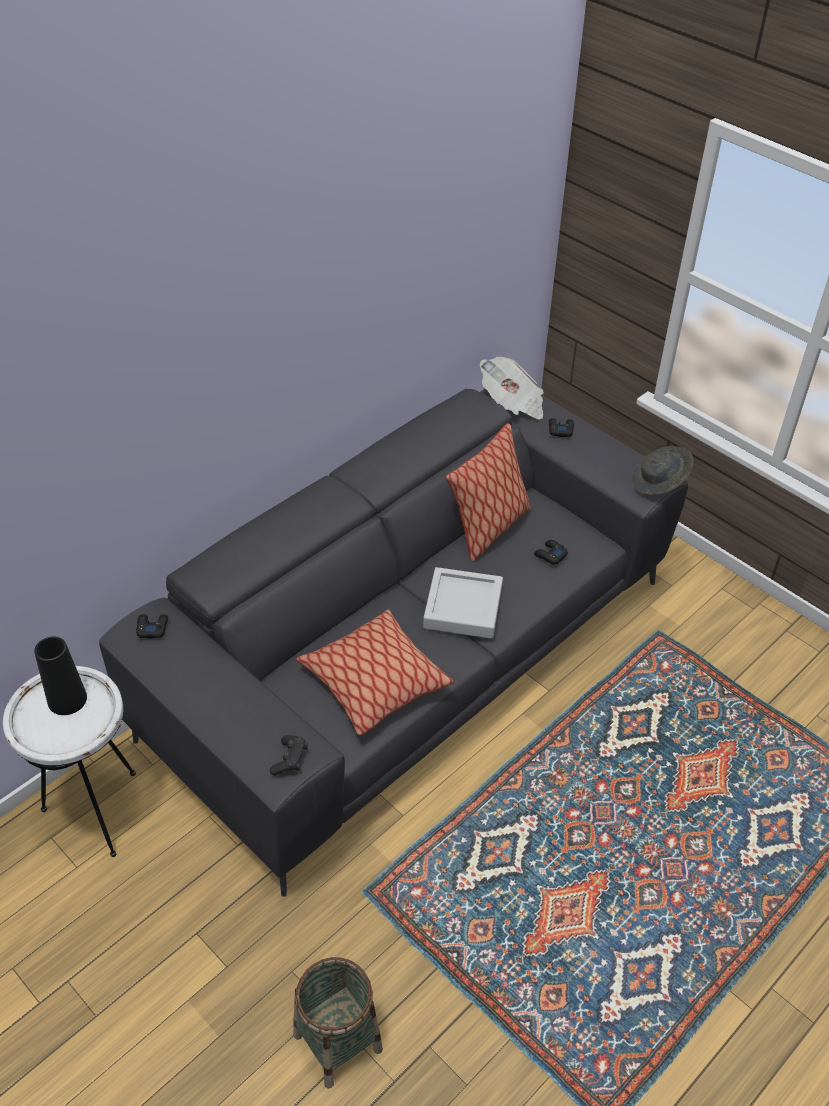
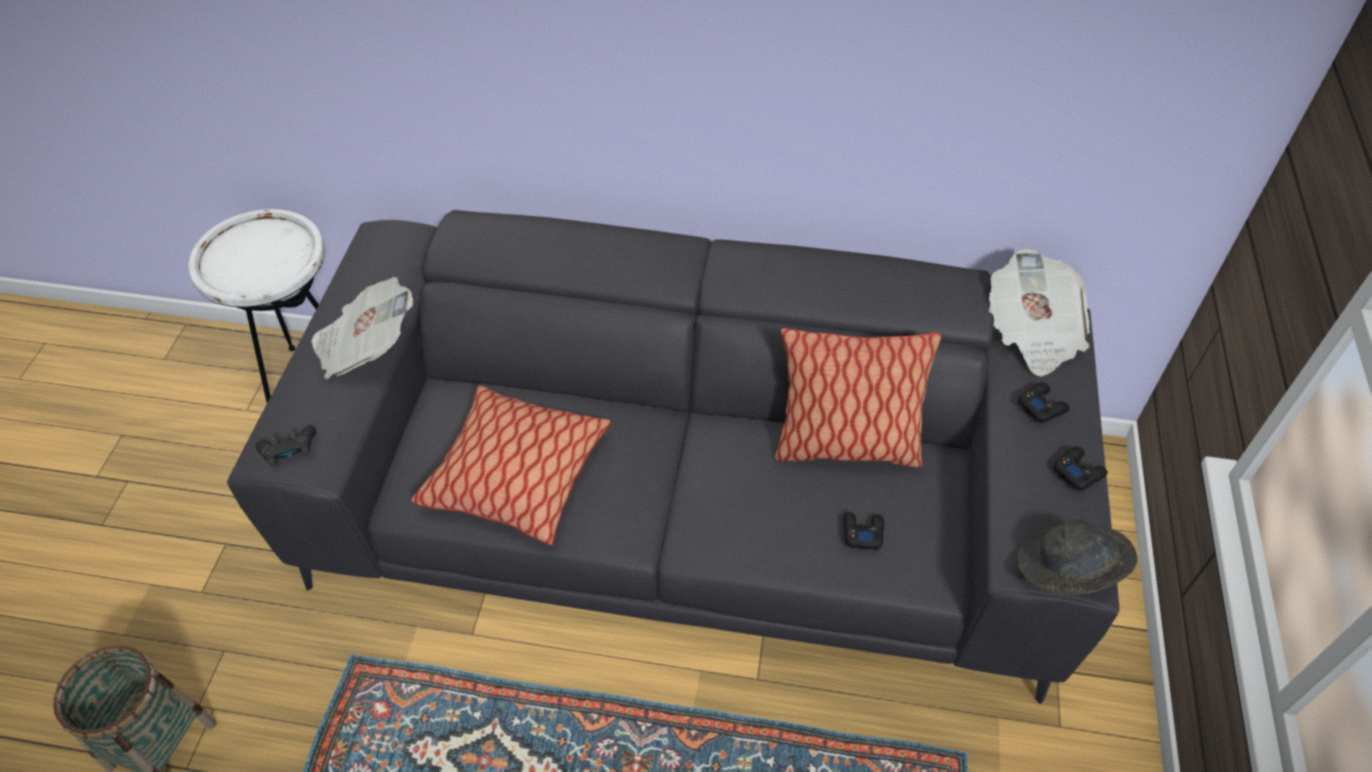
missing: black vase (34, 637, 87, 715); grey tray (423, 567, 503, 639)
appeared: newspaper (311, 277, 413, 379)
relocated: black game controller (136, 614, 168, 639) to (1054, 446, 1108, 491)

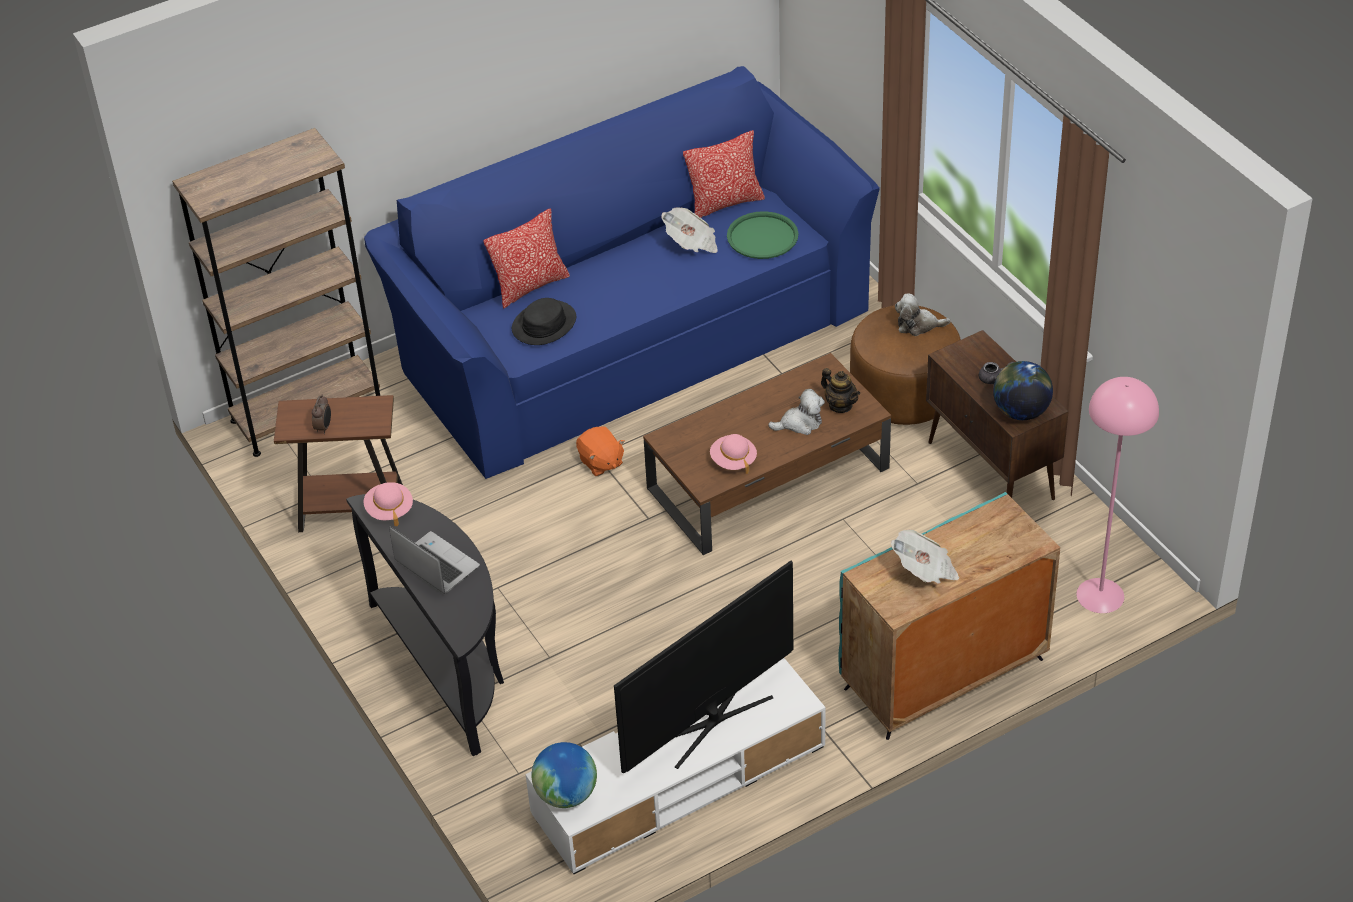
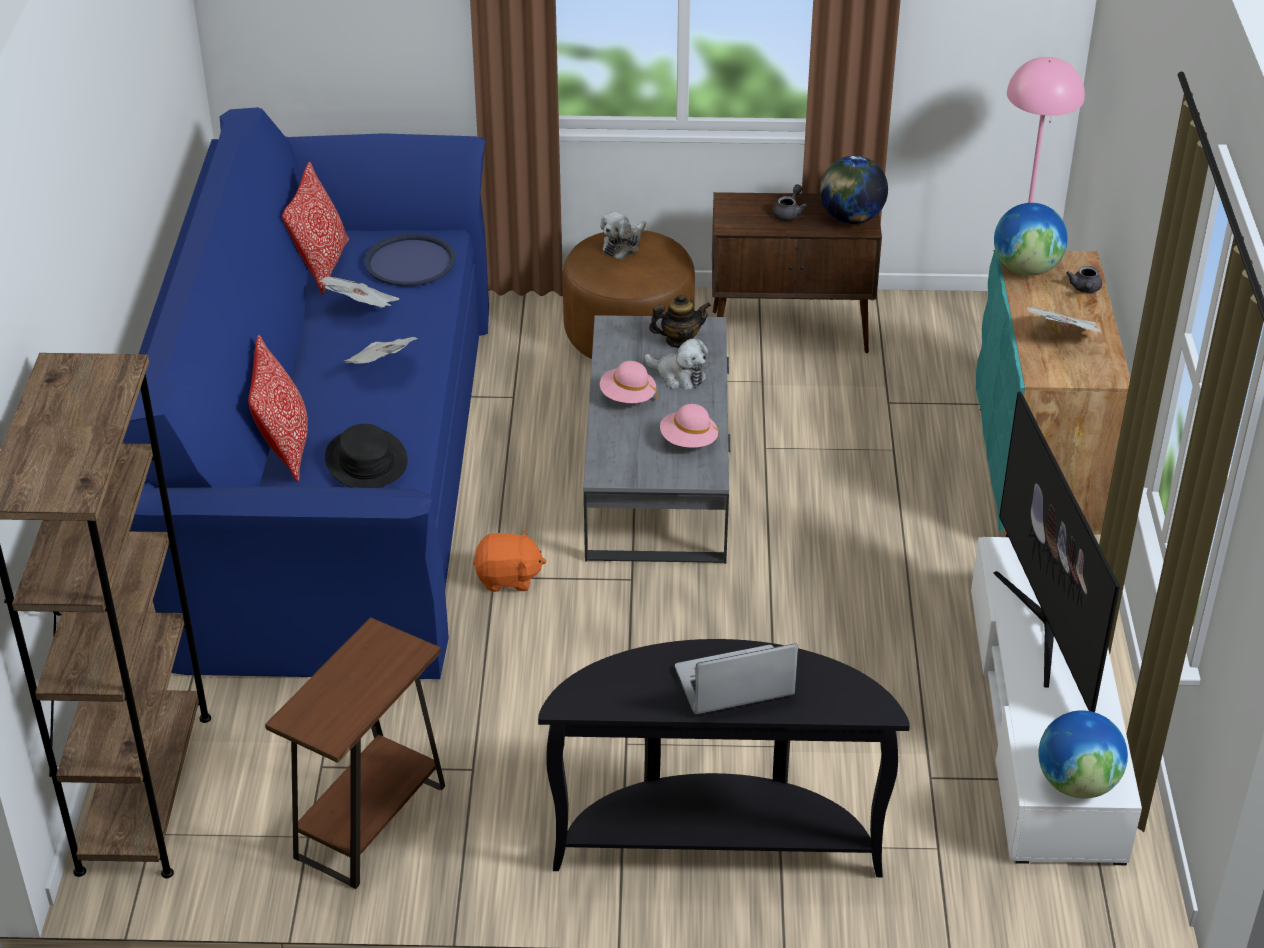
missing: alarm clock (312, 395, 331, 434)
appeared: newspaper (344, 337, 418, 364); globe (994, 203, 1068, 276); grey teapot (1066, 266, 1102, 293)
relocated: pink hat (363, 482, 413, 526) to (600, 361, 657, 403)
colour: brown coffee table (643, 353, 891, 555) to grey coffee table (584, 315, 730, 564); green tray (727, 211, 798, 259) to blue tray (364, 233, 456, 287)
spun: plush toy (768, 389, 825, 435) = (644, 338, 708, 390) 105 degrees clockwise

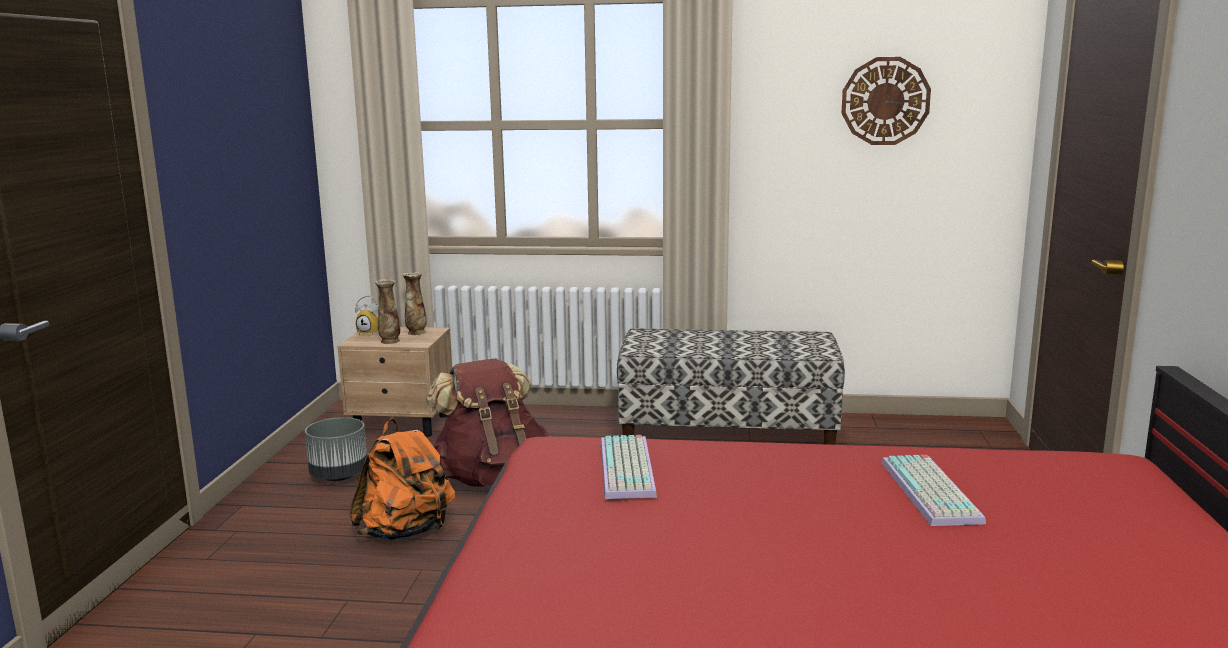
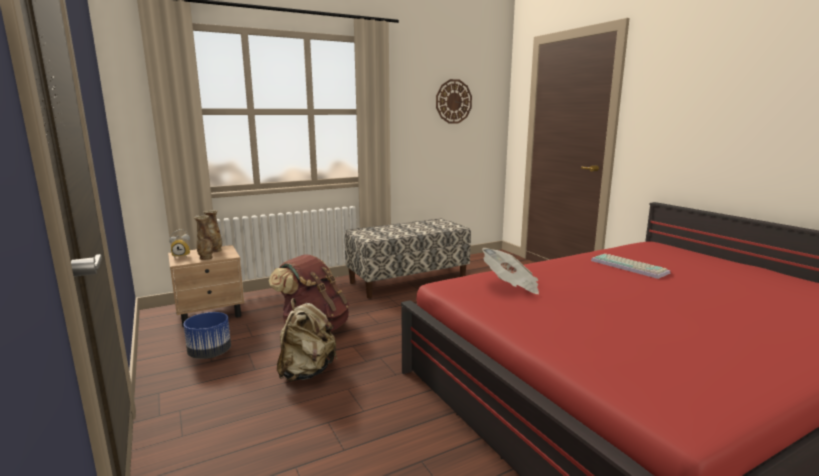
exchanged: keyboard (601, 435, 657, 499) to newspaper (482, 248, 539, 294)
colour: grey planter (305, 417, 367, 481) to blue planter (183, 312, 231, 359); orange backpack (349, 418, 455, 540) to beige backpack (277, 298, 337, 381)

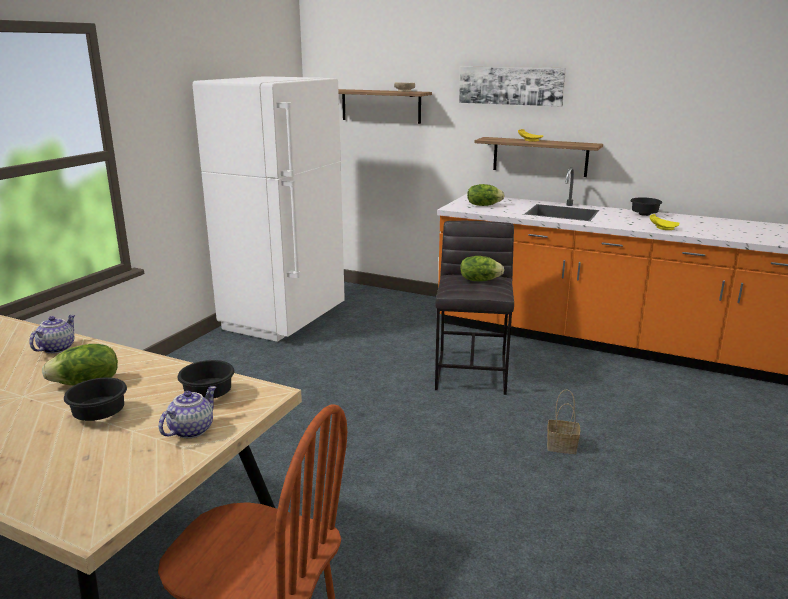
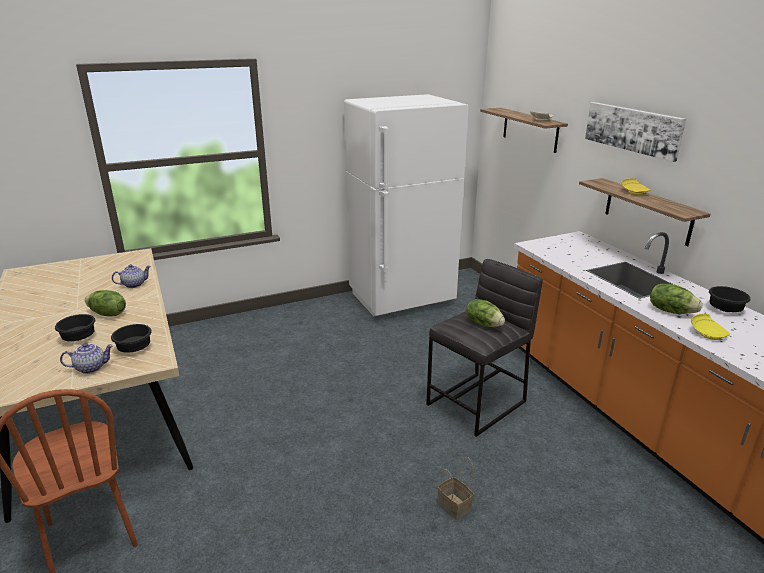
relocated: lettuce (467, 184, 504, 206) to (650, 284, 702, 314)

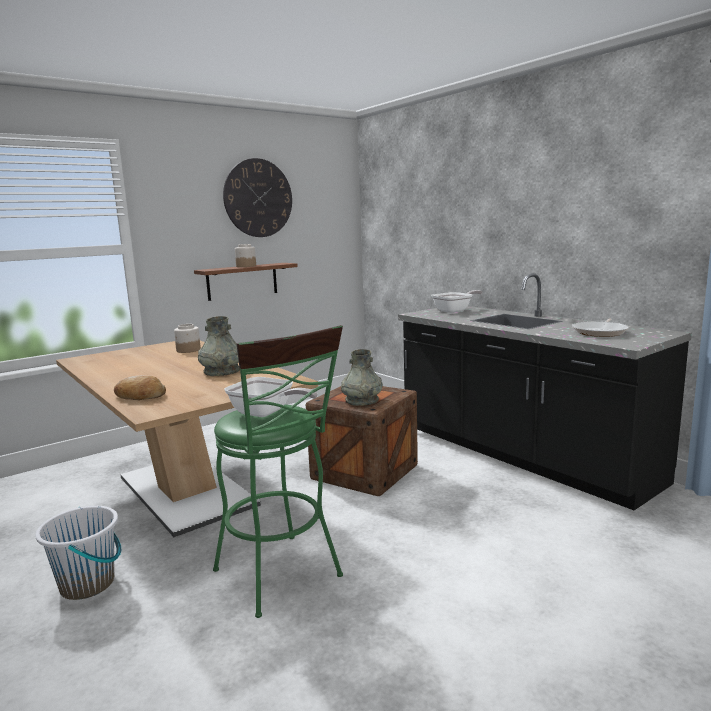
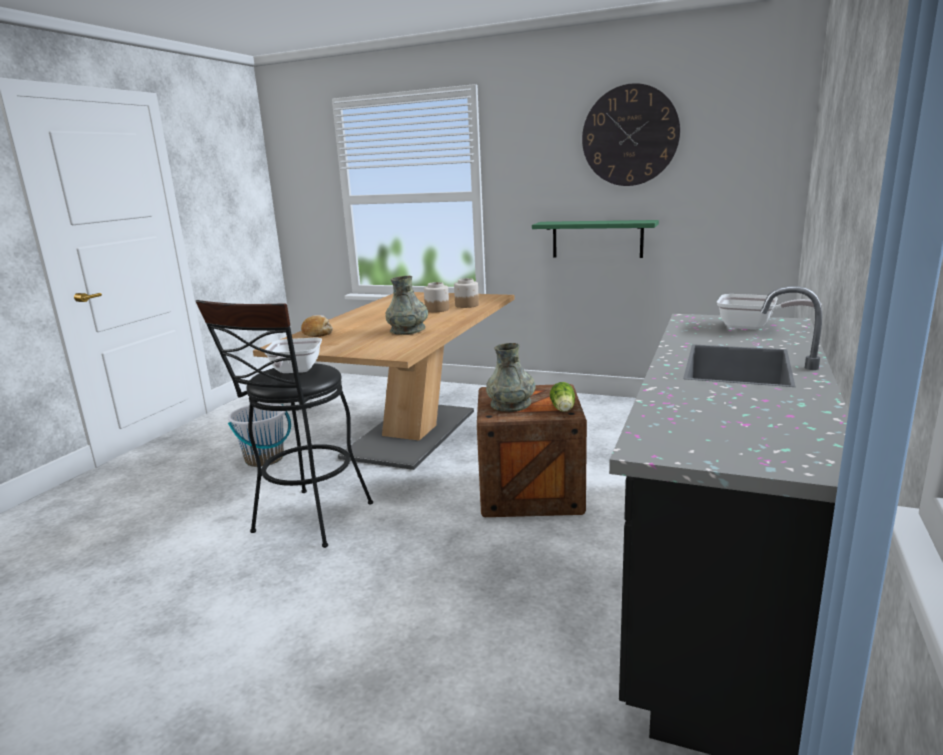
missing: frying pan (572, 318, 629, 337)
appeared: lettuce (550, 382, 575, 412)
relocated: jar (235, 244, 256, 267) to (424, 282, 449, 312)
colour: brown shelf (194, 263, 298, 301) to green shelf (532, 220, 659, 258); green stool (213, 325, 343, 618) to black stool (196, 300, 373, 548)

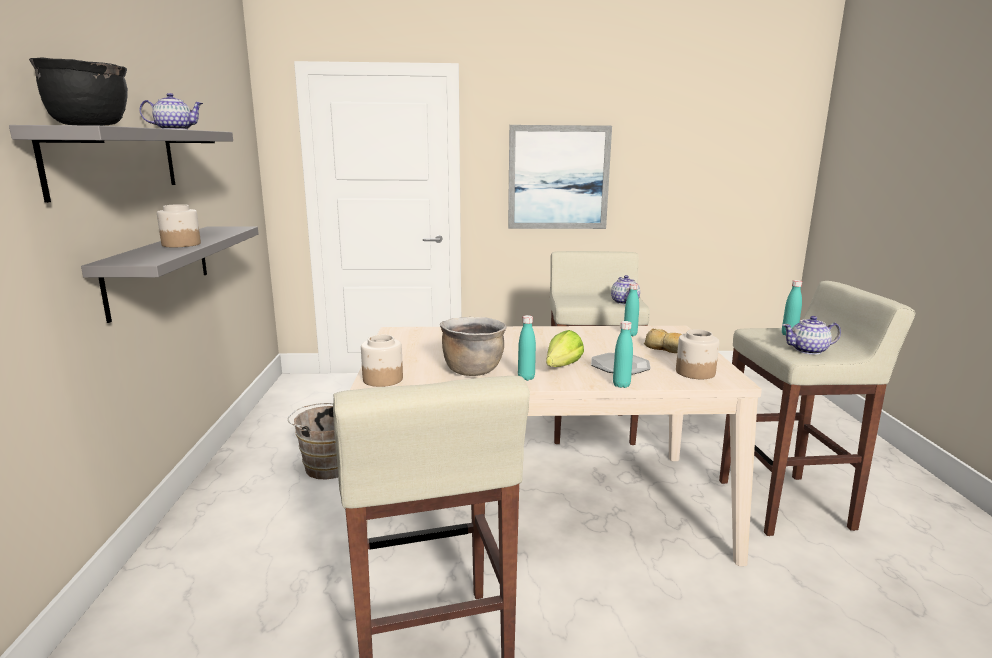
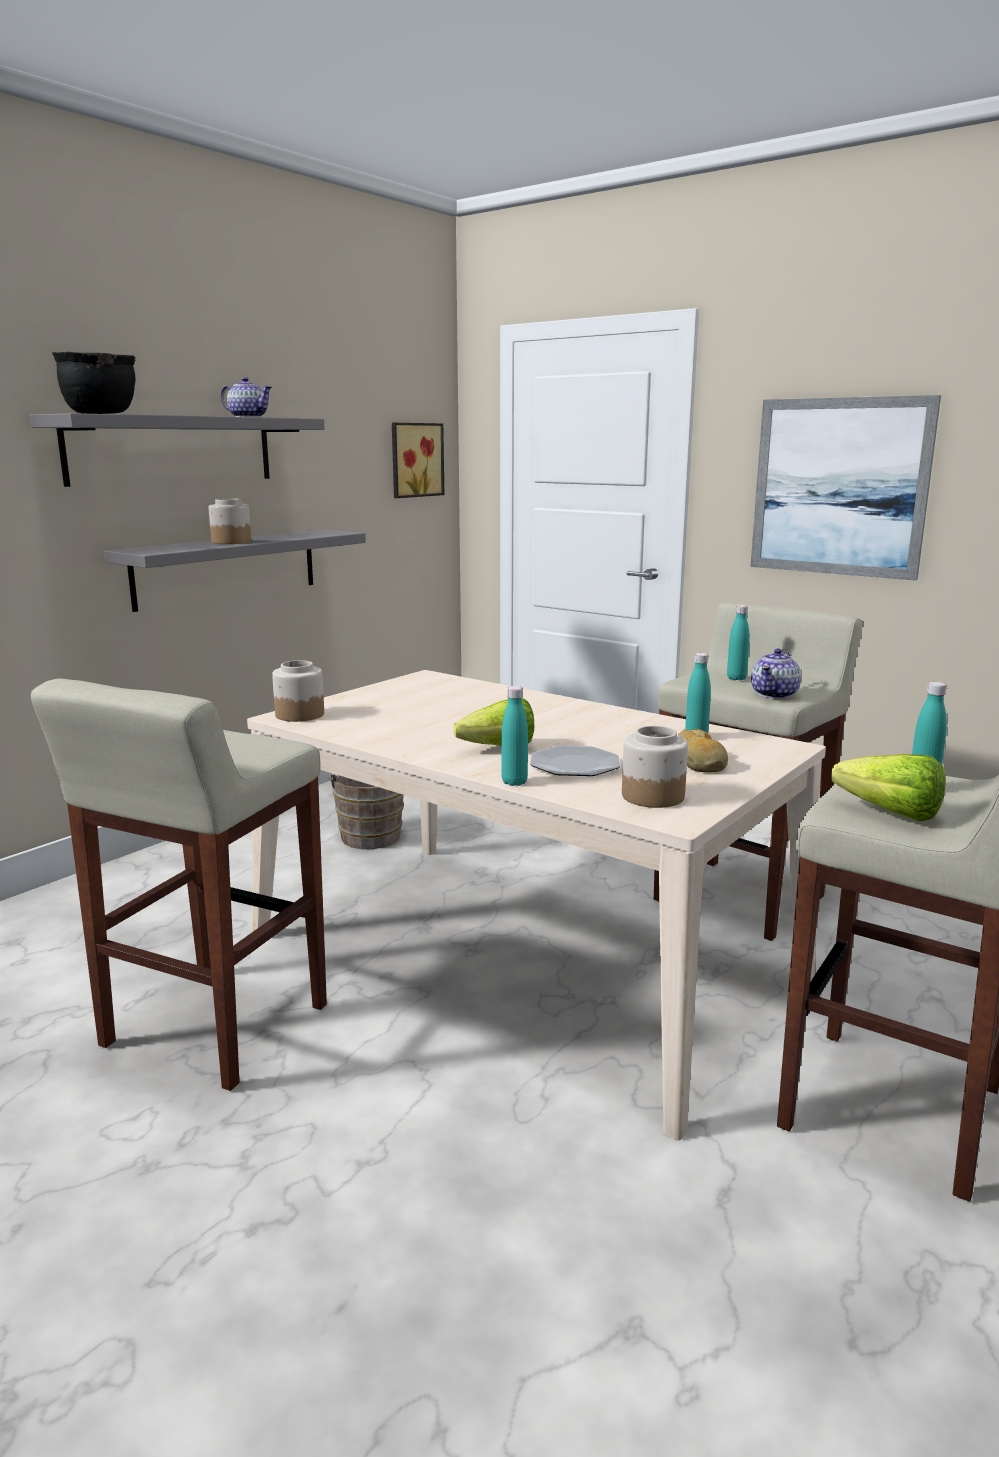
missing: brown cooking pot (440, 317, 507, 376)
appeared: picture (392, 423, 444, 498)
relocated: turquoise bottle (518, 315, 536, 381) to (727, 605, 750, 680)
exchanged: teapot (783, 316, 841, 355) to lettuce (831, 754, 946, 822)

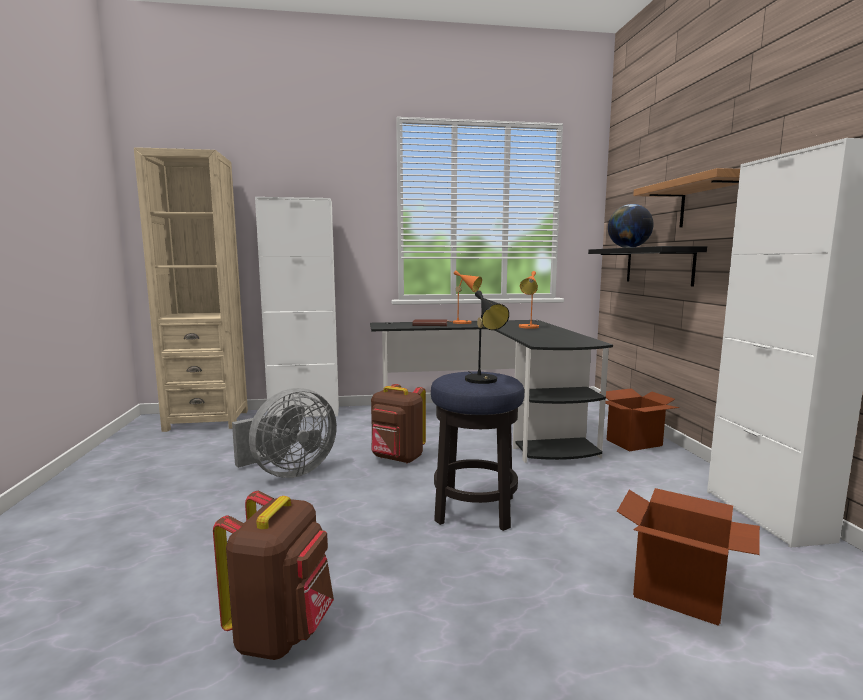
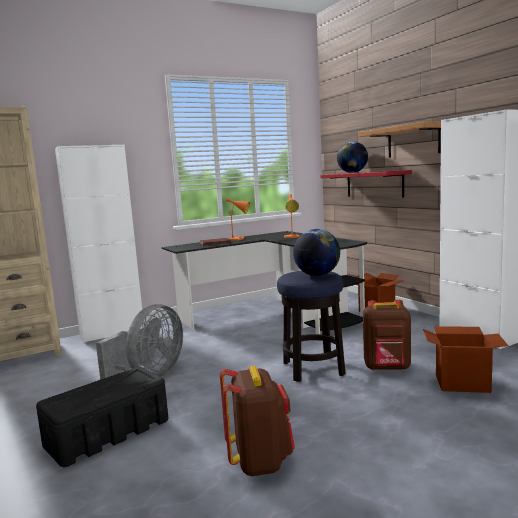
appeared: black storage box (36, 367, 168, 467)
relocated: brown backpack (371, 384, 426, 463) to (363, 300, 411, 370)
exchanged: black table lamp (465, 290, 509, 384) to globe (293, 229, 340, 276)
colour: black shelf (588, 246, 707, 286) to red shelf (320, 170, 412, 197)

